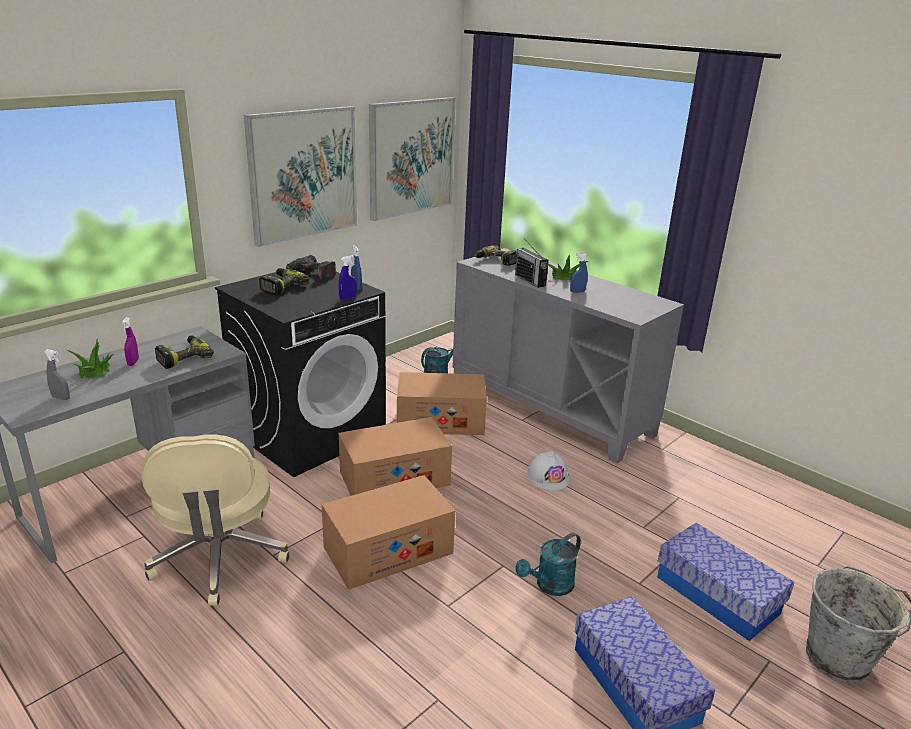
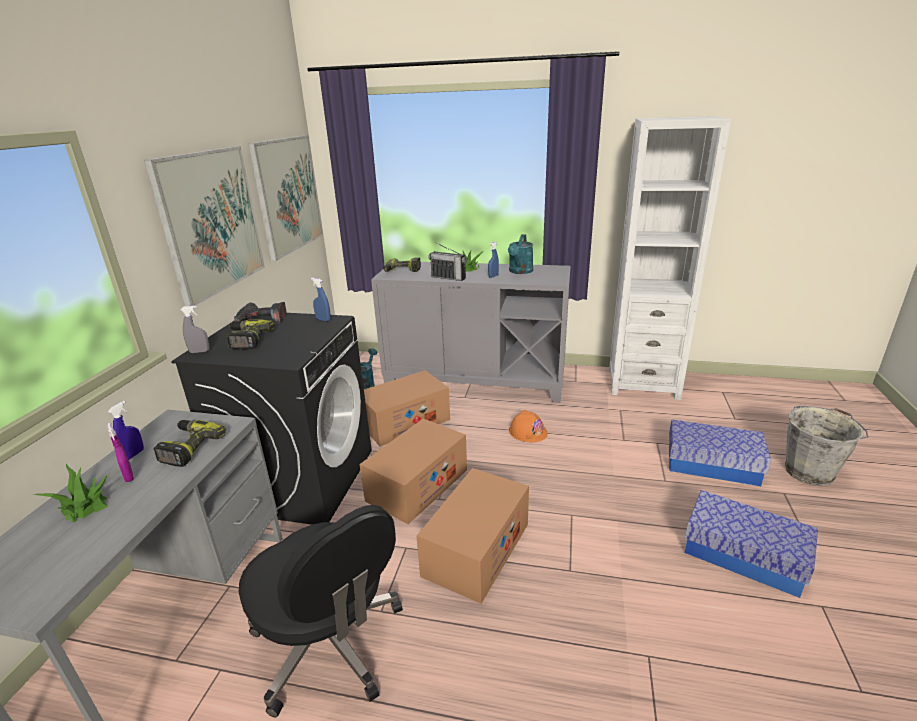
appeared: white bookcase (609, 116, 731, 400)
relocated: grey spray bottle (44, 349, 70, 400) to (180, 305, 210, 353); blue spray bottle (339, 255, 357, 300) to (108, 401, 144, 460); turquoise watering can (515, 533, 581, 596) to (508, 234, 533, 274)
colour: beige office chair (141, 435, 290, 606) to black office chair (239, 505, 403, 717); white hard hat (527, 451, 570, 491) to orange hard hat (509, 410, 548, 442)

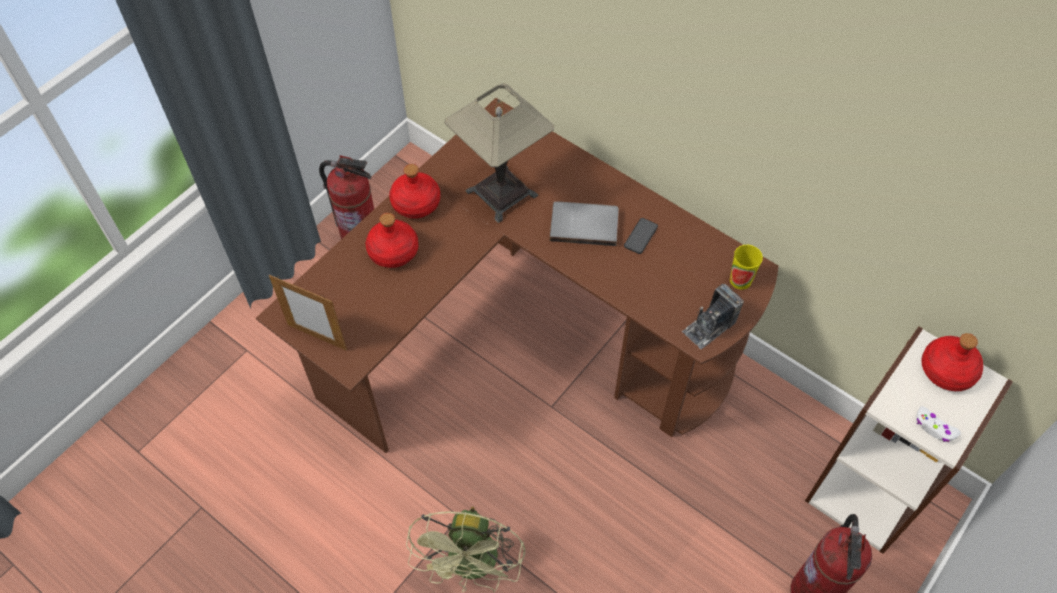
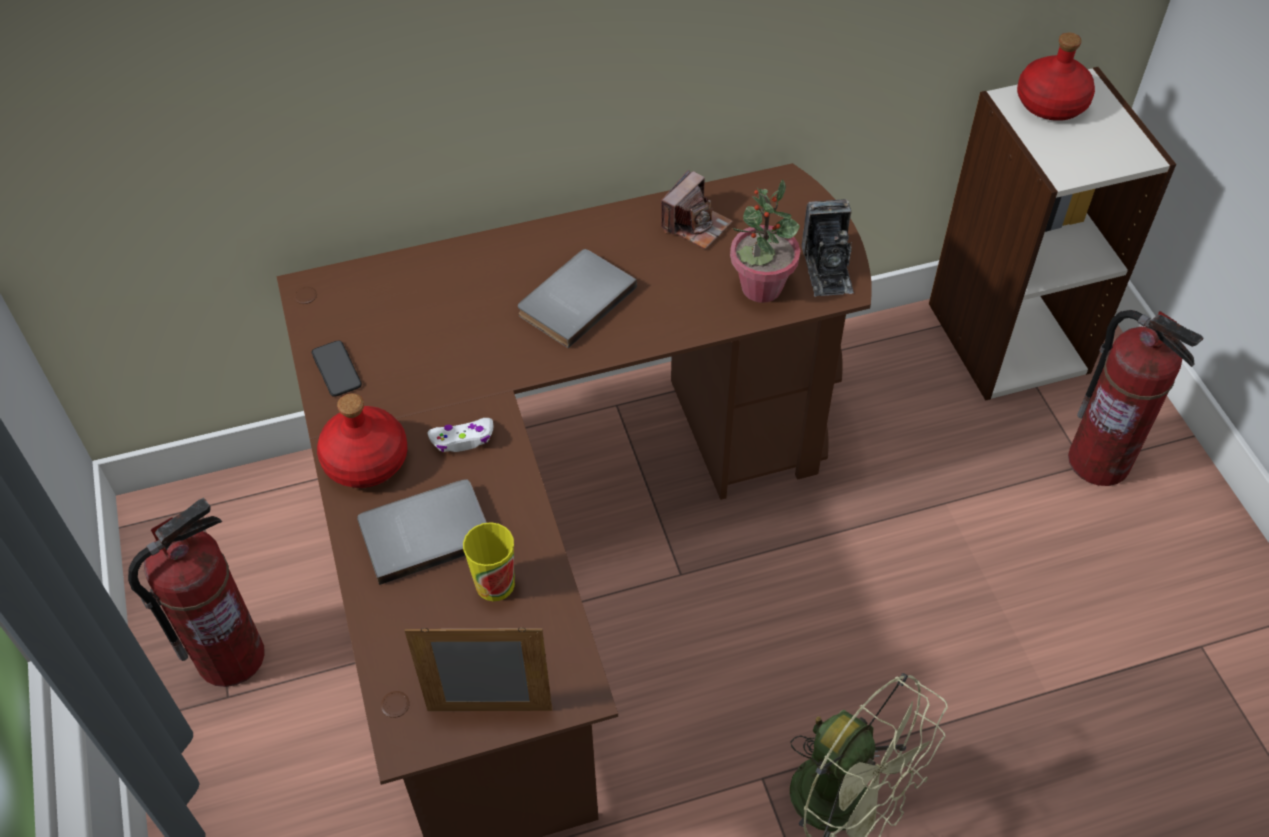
missing: table lamp (445, 84, 554, 223)
appeared: photo camera (661, 170, 733, 249); potted plant (730, 179, 800, 303)
relocated: phone (624, 218, 658, 254) to (312, 340, 362, 397); cup (730, 245, 763, 290) to (463, 522, 515, 601); white game controller (917, 406, 961, 442) to (427, 418, 493, 452)
exchanged: red bottle (366, 213, 418, 268) to grey book (357, 479, 487, 585)
spun: picture frame (269, 275, 347, 351) = (405, 628, 552, 711) 150 degrees counterclockwise

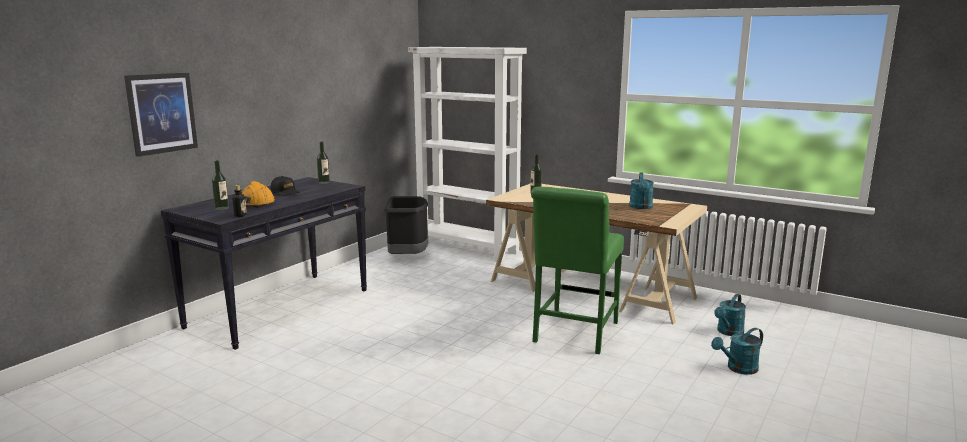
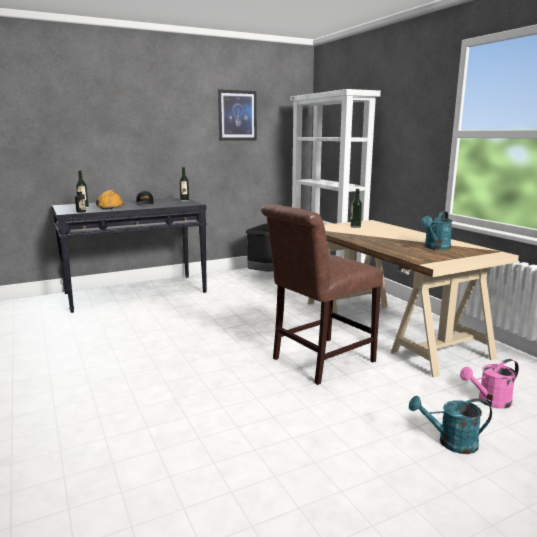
relocated: picture (124, 73, 198, 157) to (218, 89, 257, 141)
colour: green chair (531, 187, 624, 354) to brown chair (261, 204, 383, 385); turquoise watering can (714, 294, 746, 336) to pink watering can (460, 359, 519, 409)

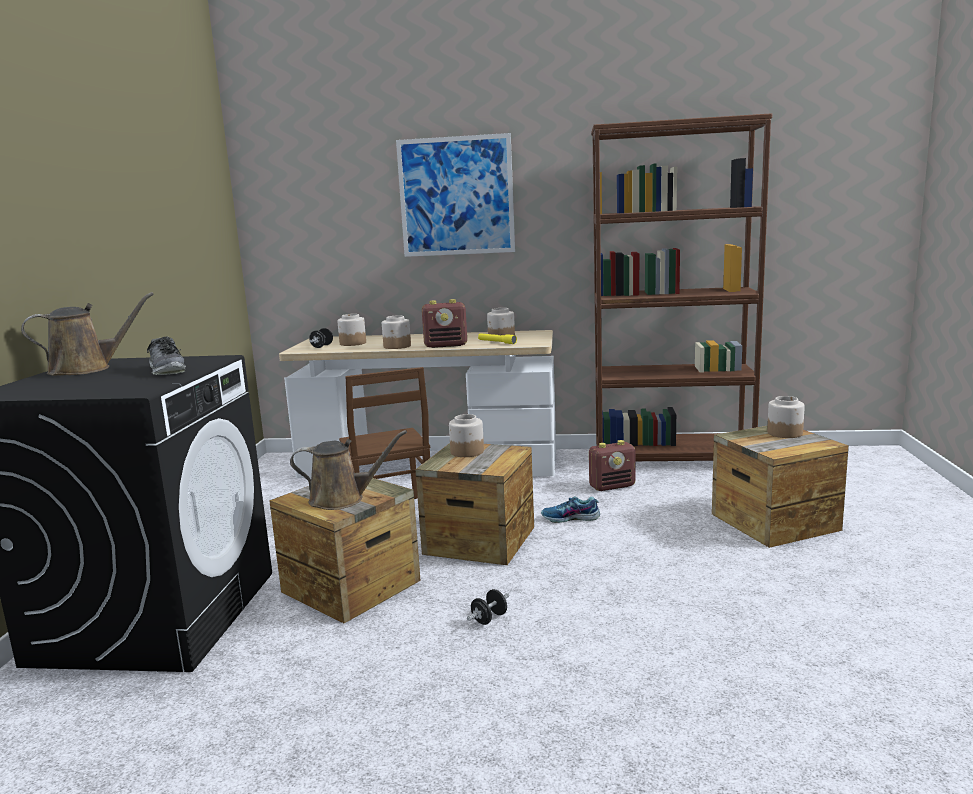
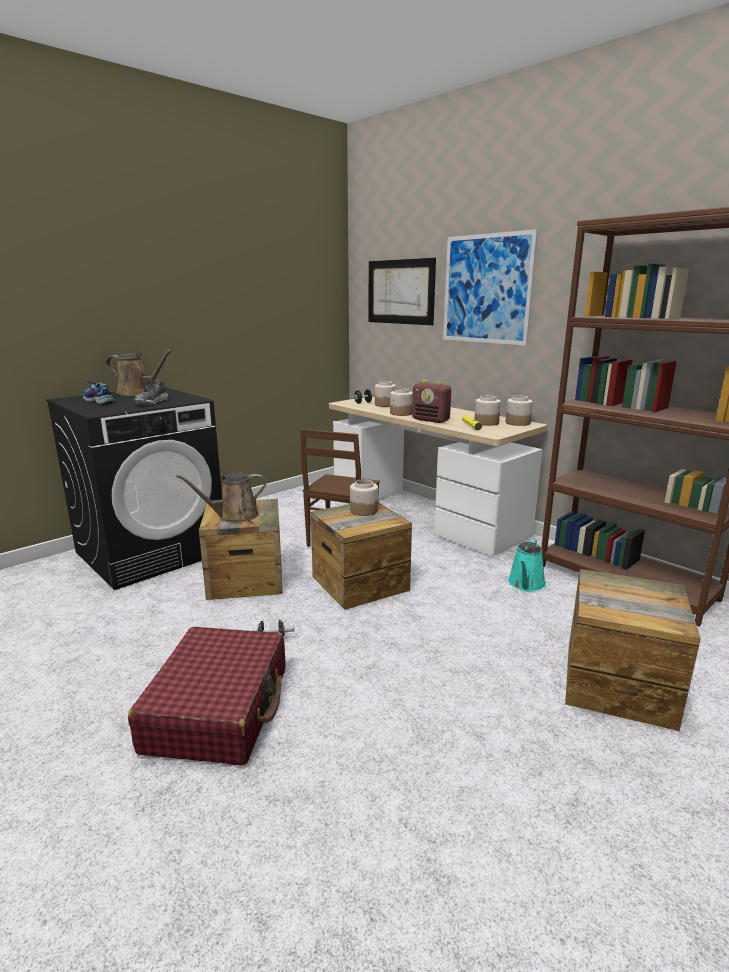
appeared: red suitcase (128, 627, 285, 766); picture (369, 258, 436, 325)
relocated: shoe (541, 497, 600, 523) to (83, 381, 114, 404); jar (767, 396, 805, 438) to (506, 395, 533, 426)
exchanged: radio (589, 440, 635, 491) to turquoise watering can (508, 539, 546, 592)
spun: brown watering can (290, 430, 407, 510) = (176, 472, 266, 522) 120 degrees clockwise

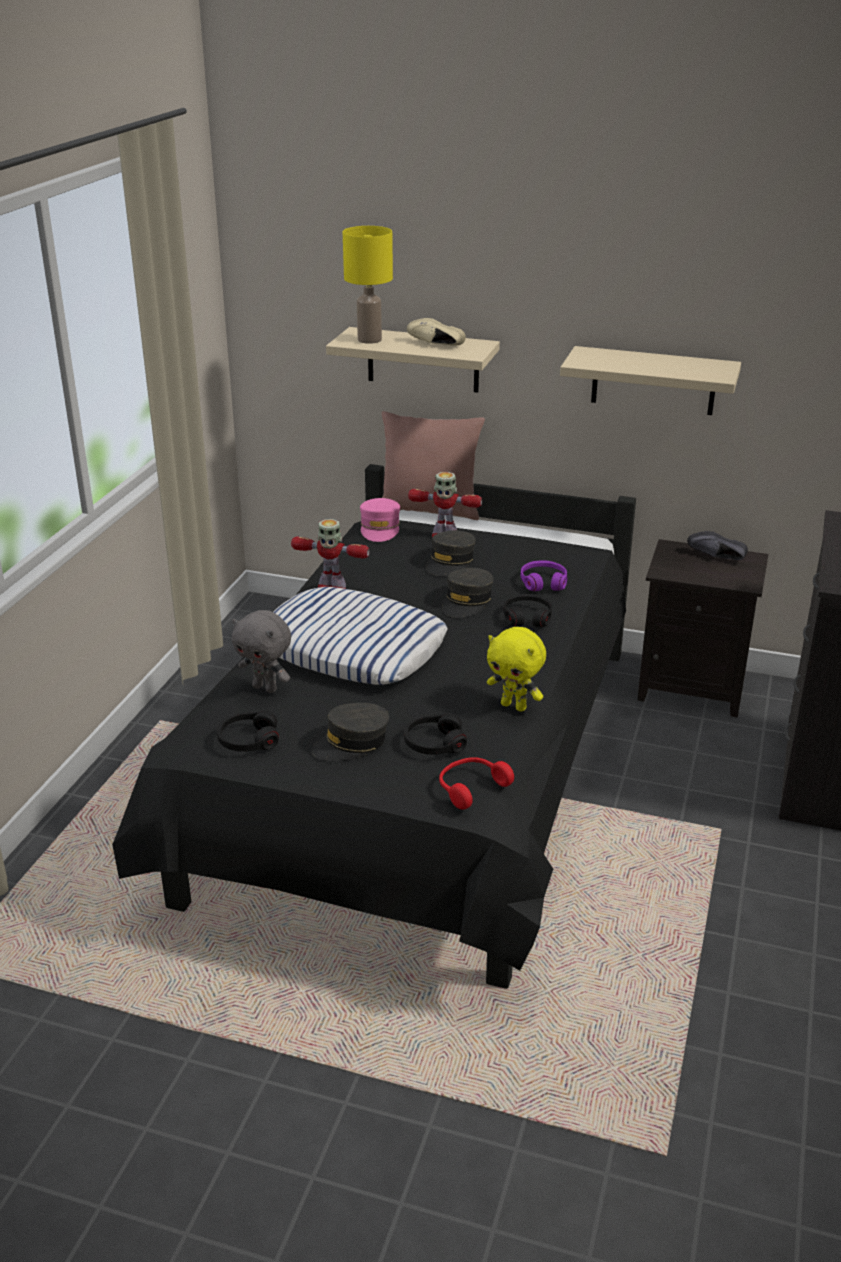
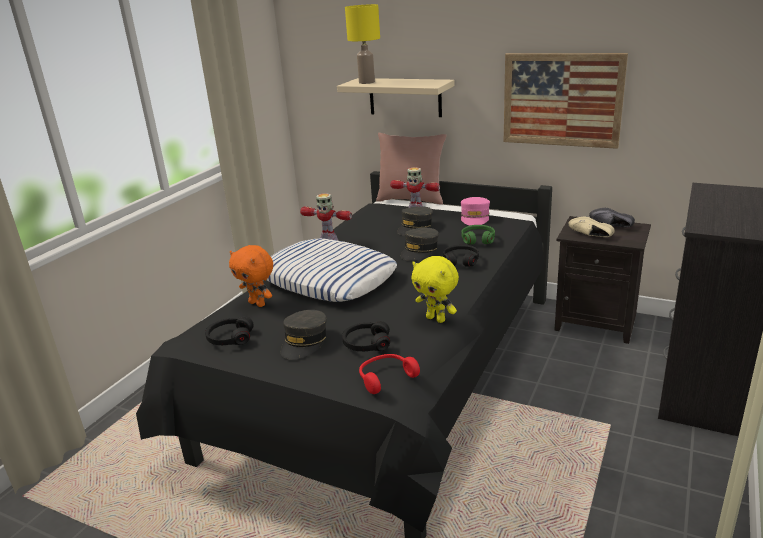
relocated: pink cap (360, 498, 400, 542) to (461, 197, 490, 225); beige shoe (407, 318, 466, 346) to (568, 217, 615, 237)
exchanged: beige shelf (560, 346, 741, 415) to picture (504, 53, 628, 149)
colour: grey plush toy (232, 610, 291, 693) to orange plush toy (229, 245, 273, 307); purple headphones (521, 561, 567, 591) to green headphones (461, 225, 495, 244)
spun: grey cap (311, 703, 389, 761) = (281, 310, 327, 360) 45 degrees counterclockwise

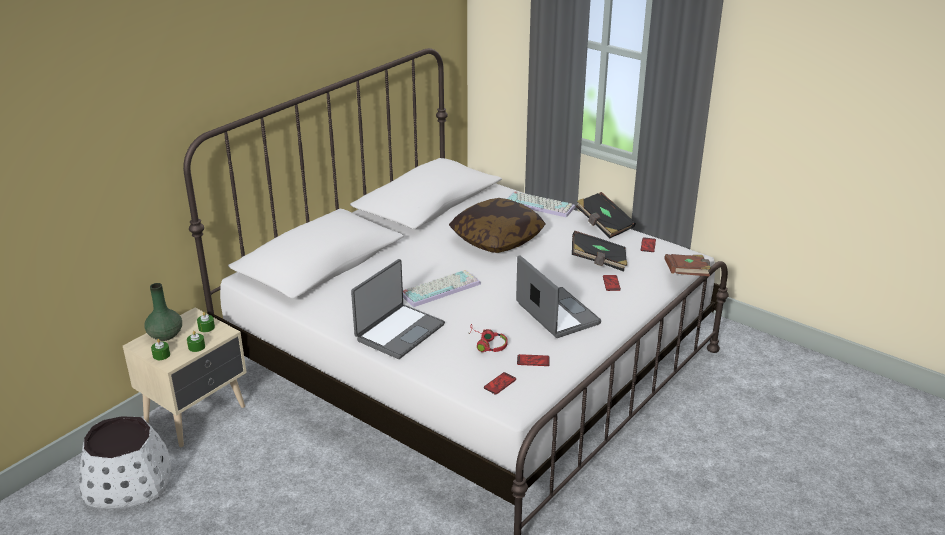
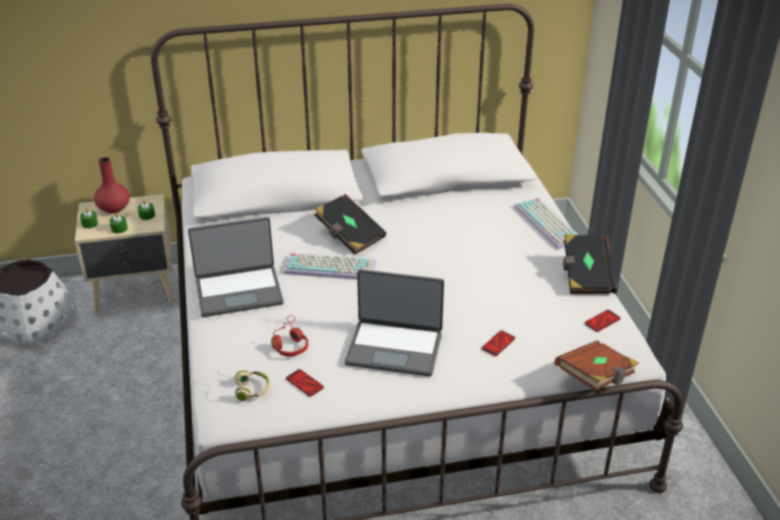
missing: pillow (449, 198, 546, 253)
relocated: black book (572, 231, 628, 272) to (314, 194, 387, 255)
exchanged: phone (484, 372, 516, 394) to beige headphones (218, 370, 270, 401)
colour: green vase (144, 283, 182, 341) to red vase (94, 157, 130, 213)
spun: laptop (516, 255, 601, 338) = (344, 269, 444, 376) 90 degrees clockwise

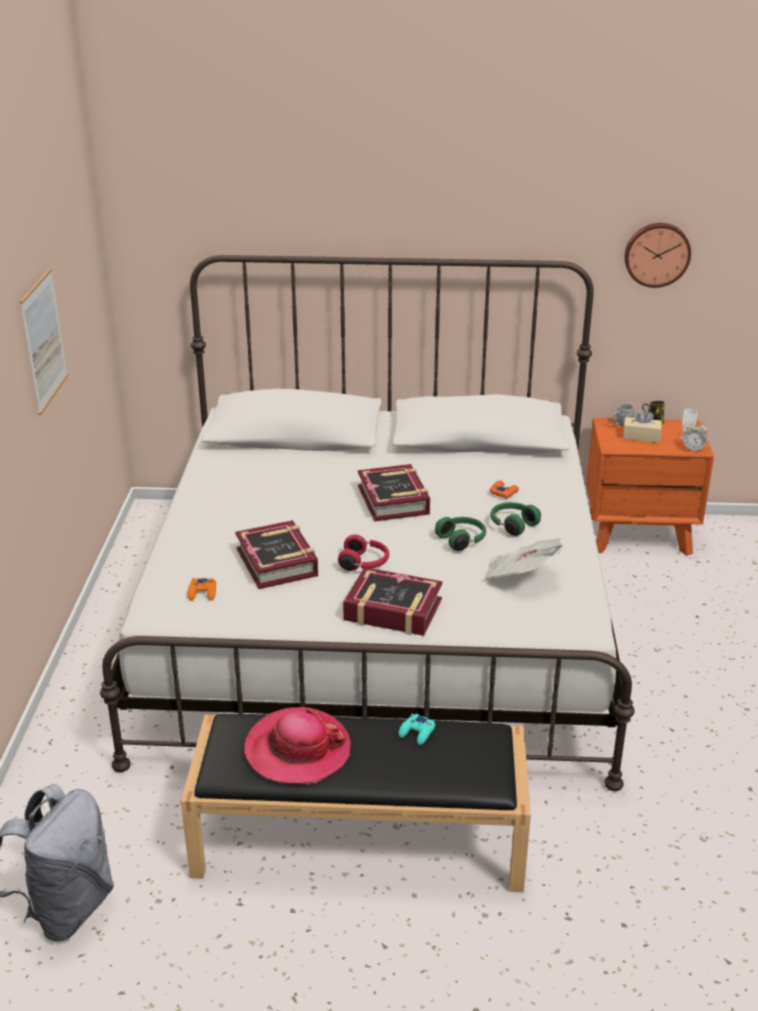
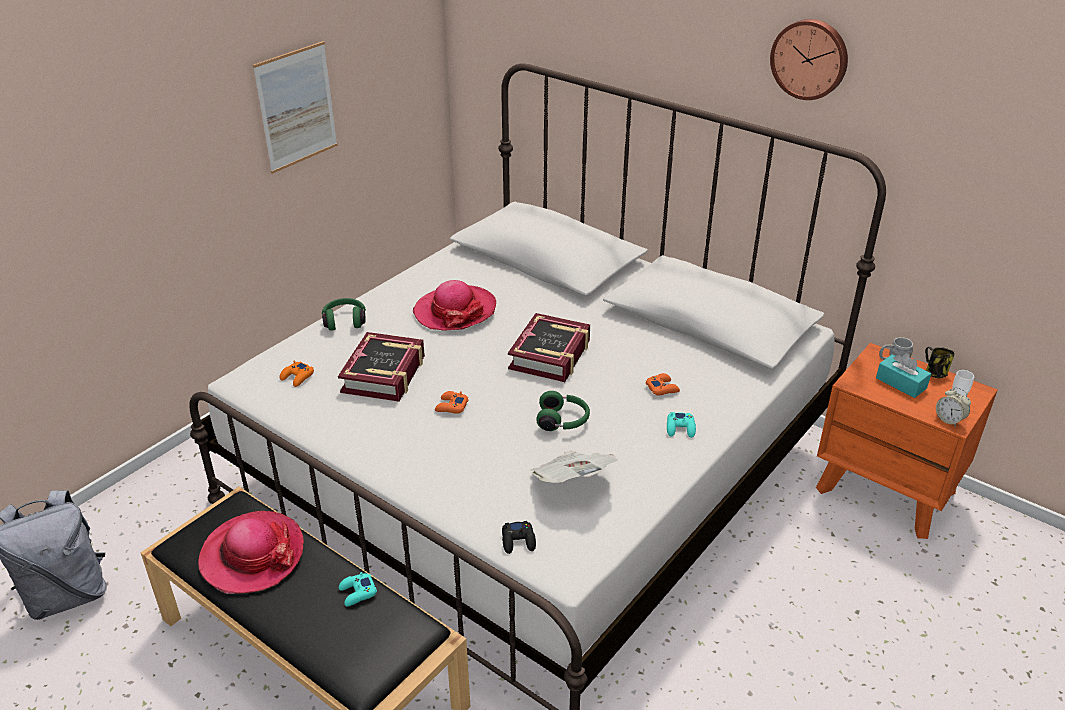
missing: book (343, 567, 442, 636)
appeared: hat (413, 280, 496, 330); black game controller (502, 521, 536, 554); turquoise game controller (667, 412, 696, 438)
relocated: green headphones (490, 502, 541, 536) to (322, 298, 366, 331); wall clock (624, 223, 691, 288) to (770, 19, 848, 100)
exchanged: red headphones (338, 535, 389, 571) to orange game controller (435, 391, 469, 414)
colour: beige tissue box (623, 410, 662, 443) to turquoise tissue box (876, 353, 931, 398)

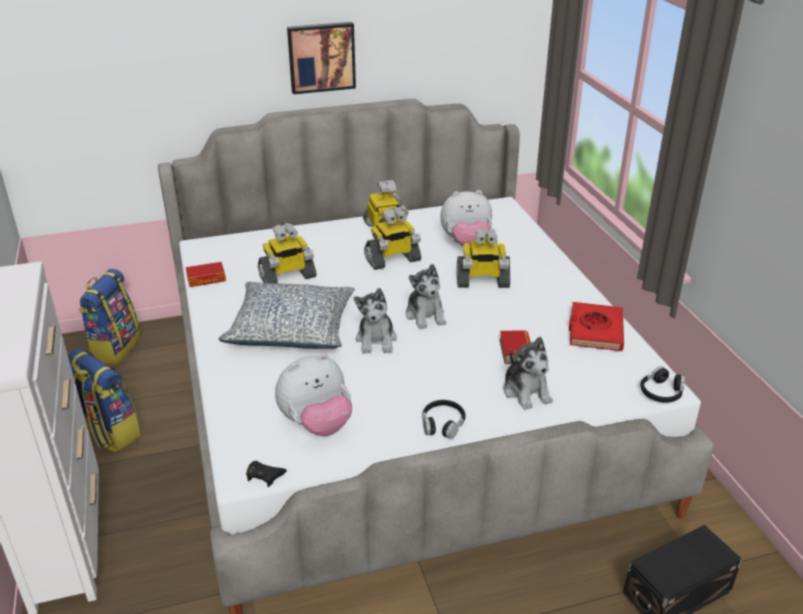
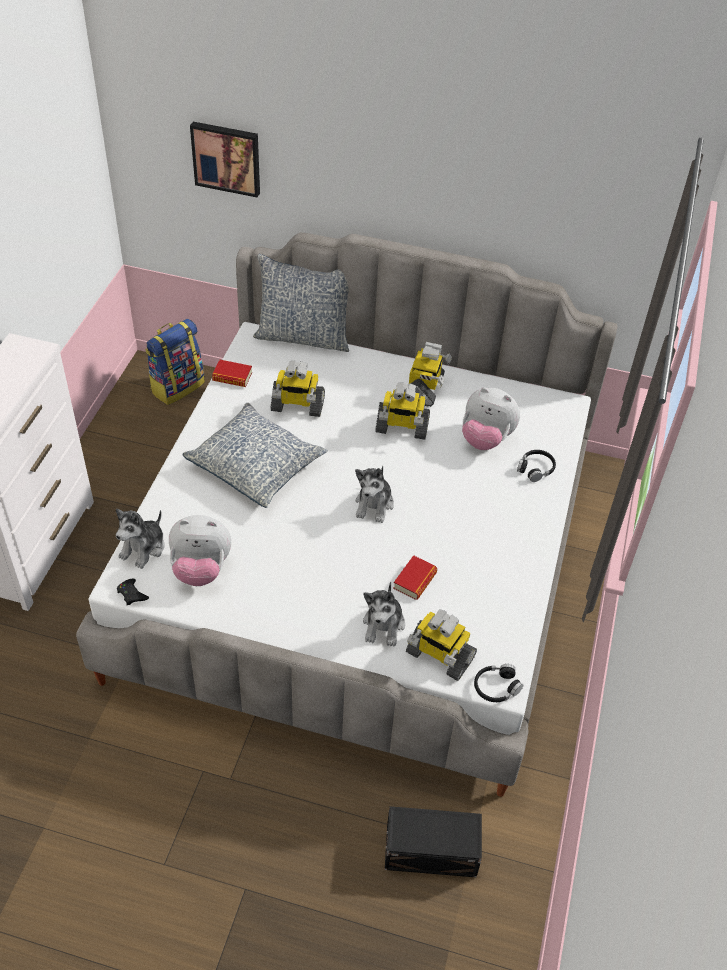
missing: backpack (68, 349, 141, 452); red book (569, 302, 624, 351)
appeared: pillow (253, 254, 349, 352)
relocated: picture (287, 22, 356, 94) to (190, 122, 260, 197); plush toy (354, 288, 397, 354) to (116, 509, 164, 569); black headphones (423, 400, 466, 439) to (517, 450, 556, 482); toy robot (457, 228, 510, 288) to (406, 609, 477, 681)

